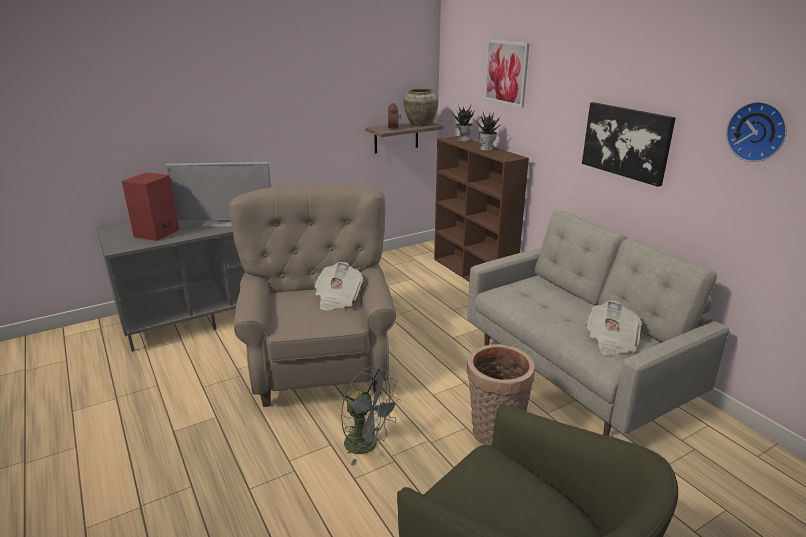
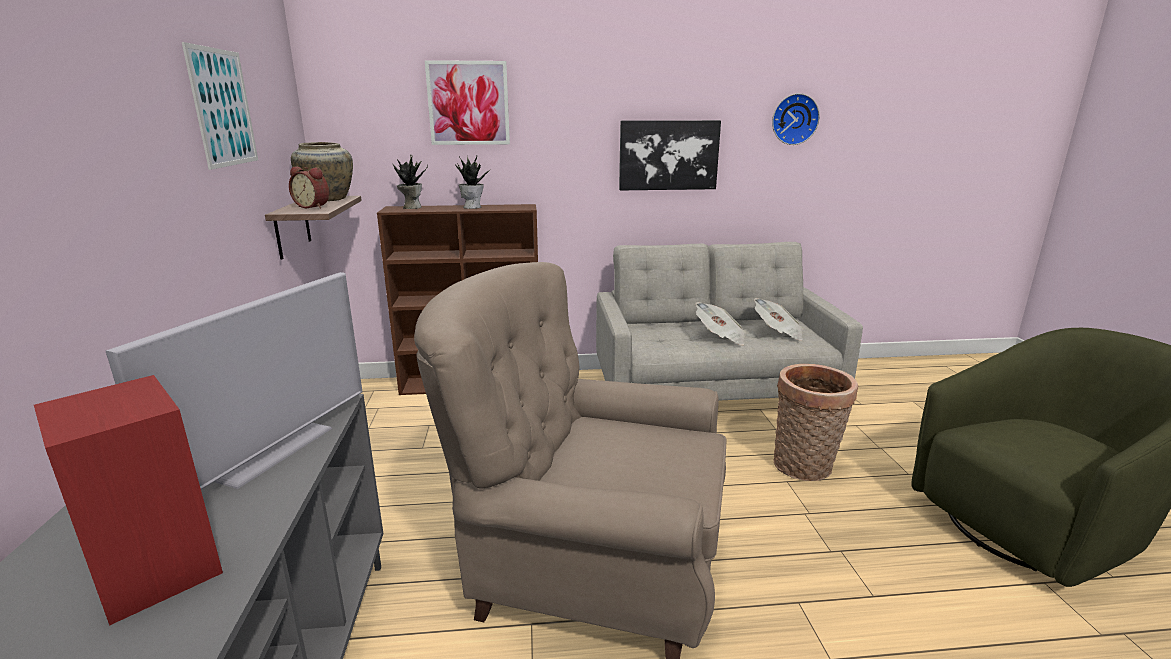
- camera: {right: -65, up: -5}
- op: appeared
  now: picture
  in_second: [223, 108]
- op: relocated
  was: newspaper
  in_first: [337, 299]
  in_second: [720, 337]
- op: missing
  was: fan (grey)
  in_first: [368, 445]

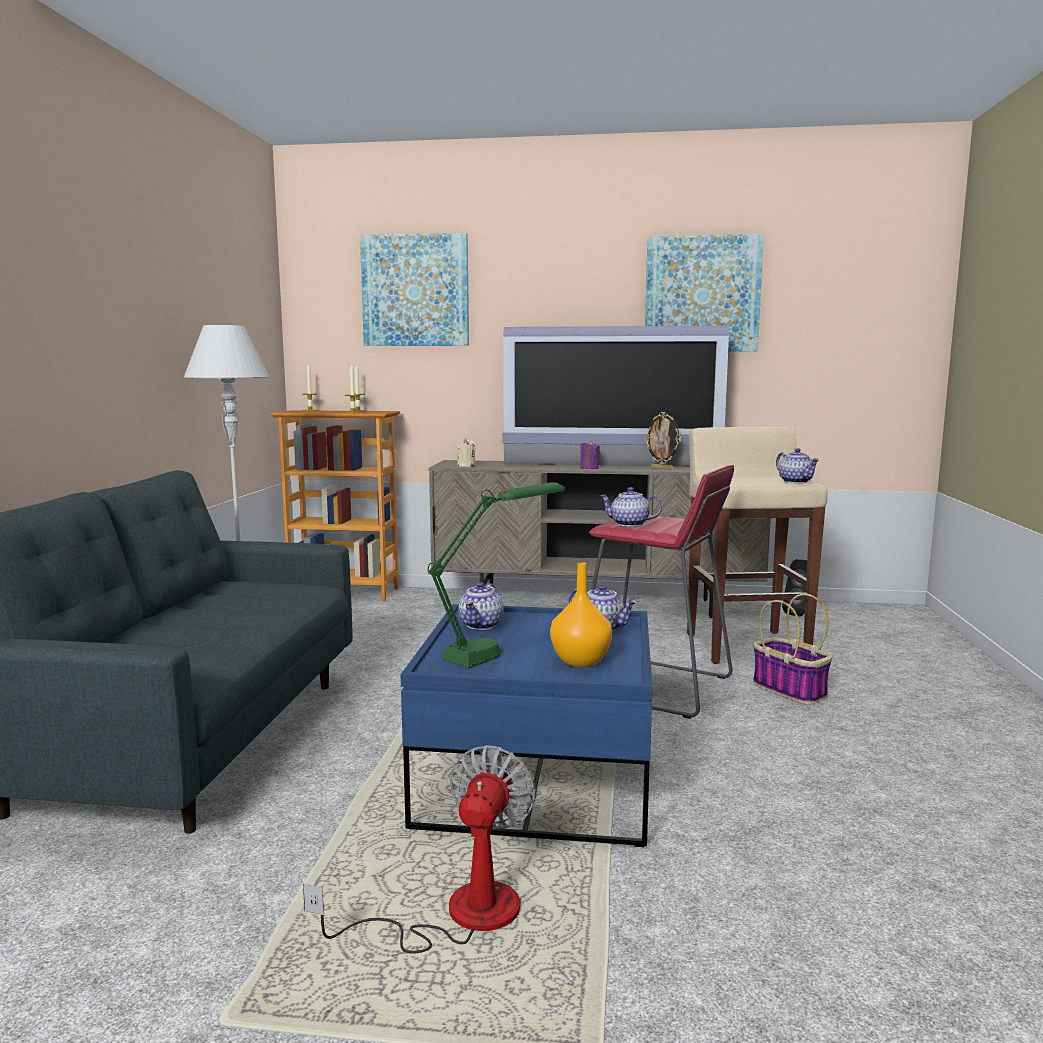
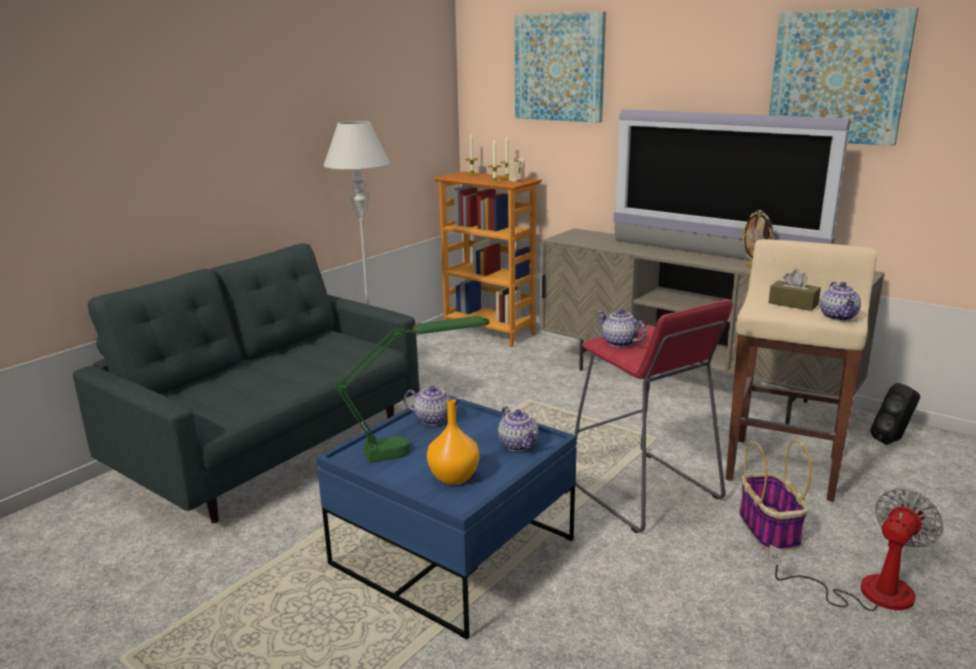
- camera: {right: 30, up: 10}
- op: spun
  was: teapot
  in_first: [481, 625]
  in_second: [434, 419]
  clockwise: -120
- op: relocated
  was: candle (beige)
  in_first: [466, 466]
  in_second: [516, 180]
- op: relocated
  was: fan
  in_first: [457, 915]
  in_second: [866, 592]
- op: appeared
  now: tissue box (brown)
  in_second: [793, 304]
- op: missing
  was: candle (purple)
  in_first: [589, 468]

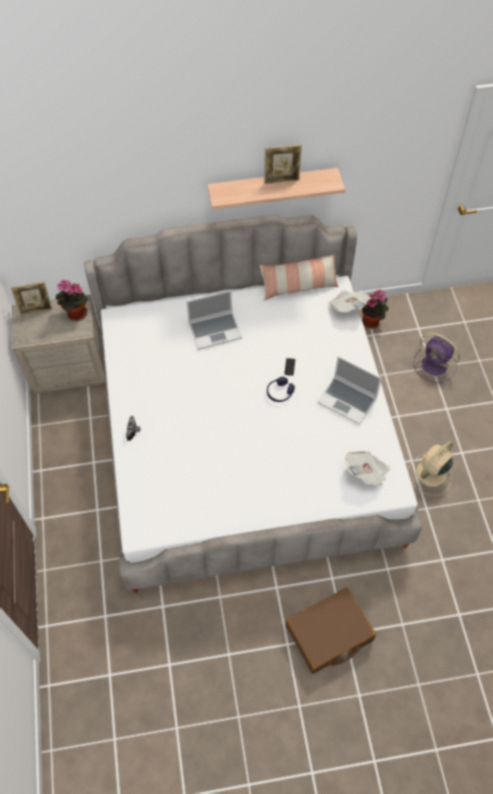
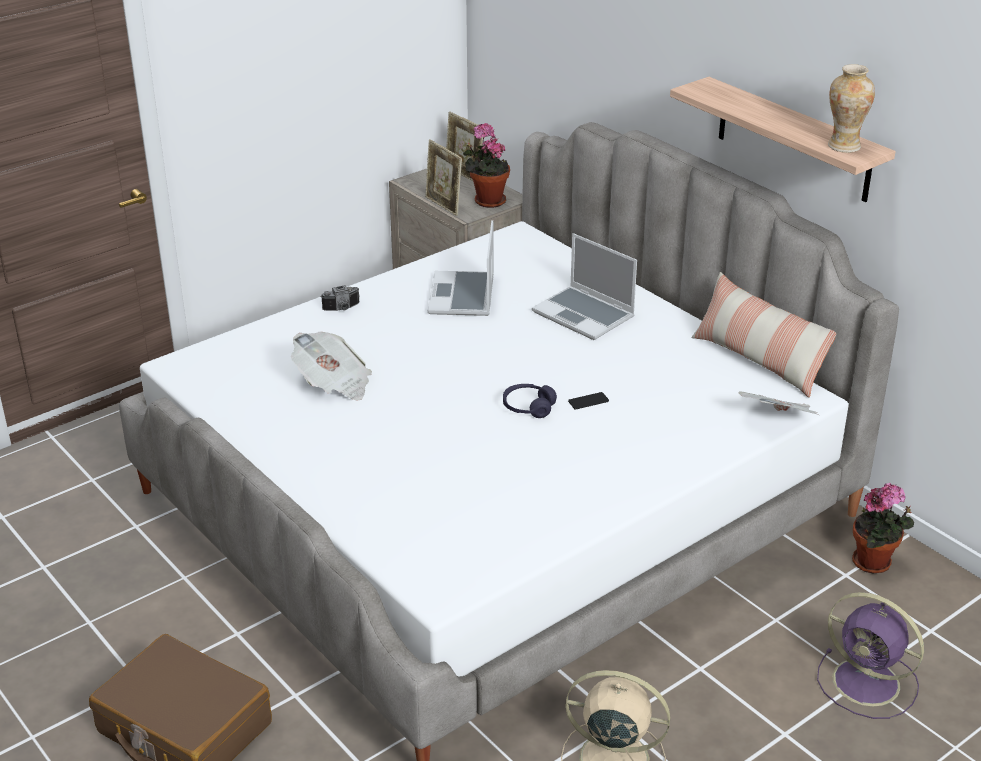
- camera: {right: 60, up: -25}
- op: relocated
  was: newspaper
  in_first: [367, 473]
  in_second: [333, 384]
- op: relocated
  was: picture frame
  in_first: [282, 181]
  in_second: [443, 206]
- op: relocated
  was: laptop
  in_first: [348, 400]
  in_second: [463, 296]
- op: spun
  was: fan (purple)
  in_first: [435, 366]
  in_second: [869, 683]
  clockwise: -60
- op: appeared
  now: vase
  in_second: [844, 146]

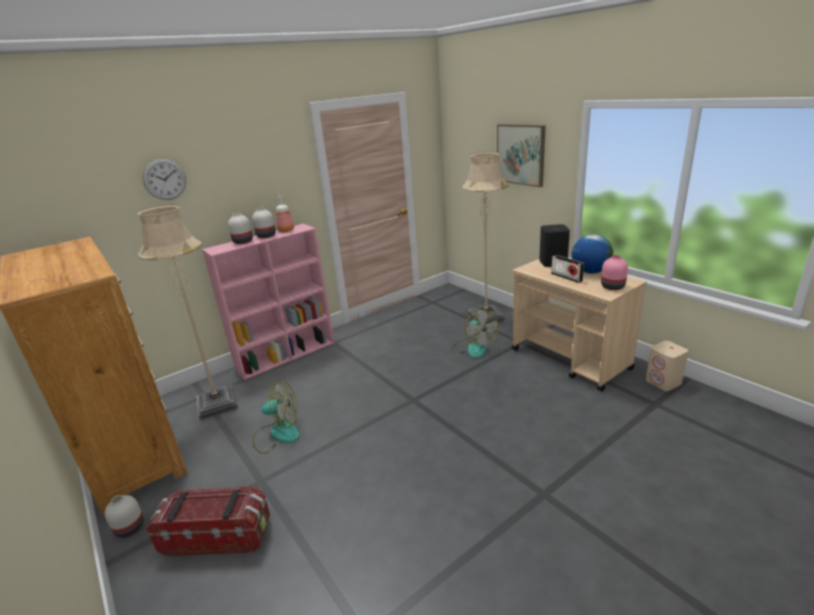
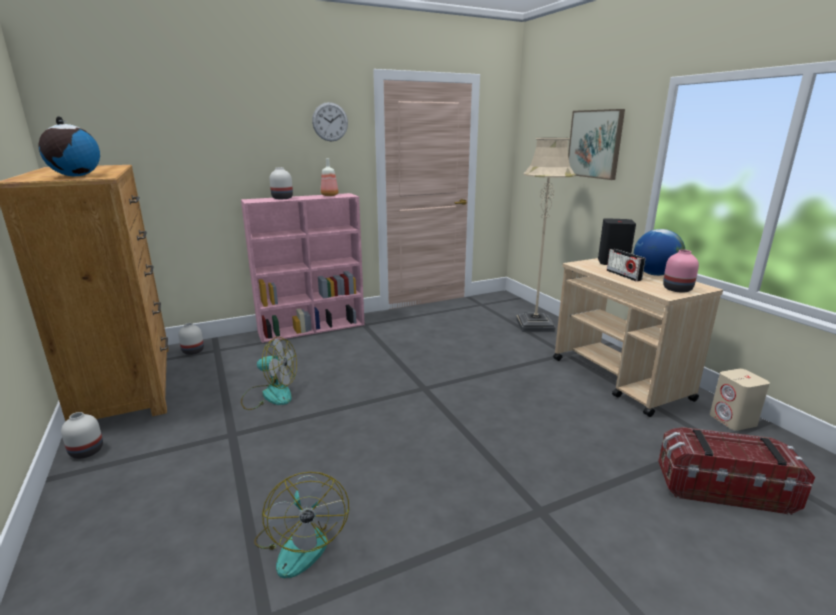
- camera: {right: 10, up: -5}
- op: appeared
  now: globe
  in_second: [75, 176]
- op: relocated
  was: vase (white)
  in_first: [266, 236]
  in_second: [193, 351]
- op: relocated
  was: fan
  in_first: [473, 348]
  in_second: [301, 542]
- op: relocated
  was: wall clock
  in_first: [164, 179]
  in_second: [330, 122]
- op: relocated
  was: storage box
  in_first: [217, 535]
  in_second: [722, 488]
- op: missing
  was: floor lamp (beige)
  in_first: [218, 404]

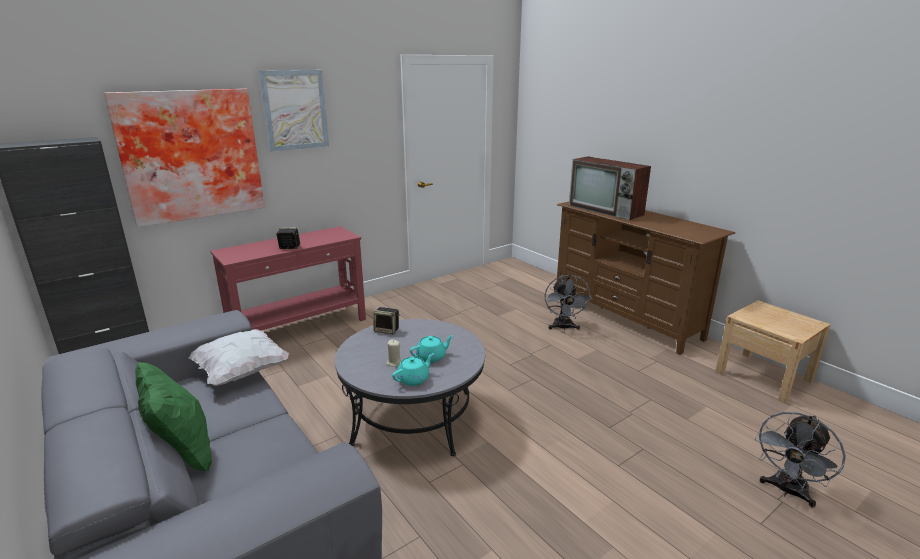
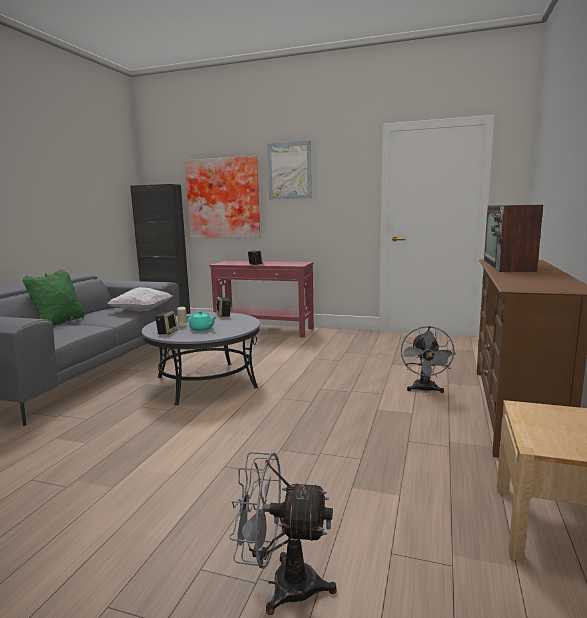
- camera: {right: 55, up: -10}
- op: exchanged
  was: teapot (turquoise)
  now: speaker
  in_first: [414, 379]
  in_second: [167, 332]
- op: spun
  was: fan (grey)
  in_first: [563, 327]
  in_second: [425, 390]
  clockwise: -45

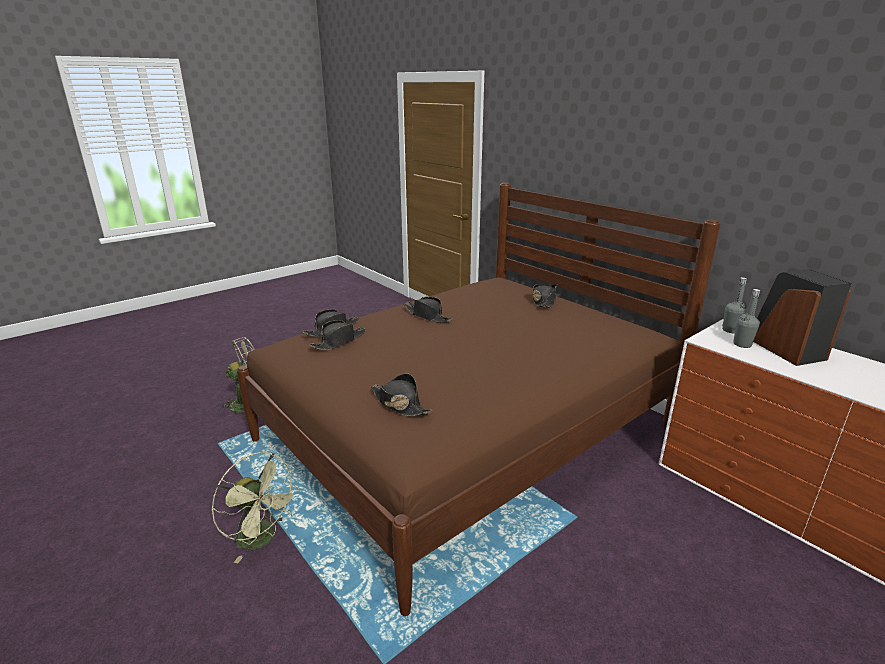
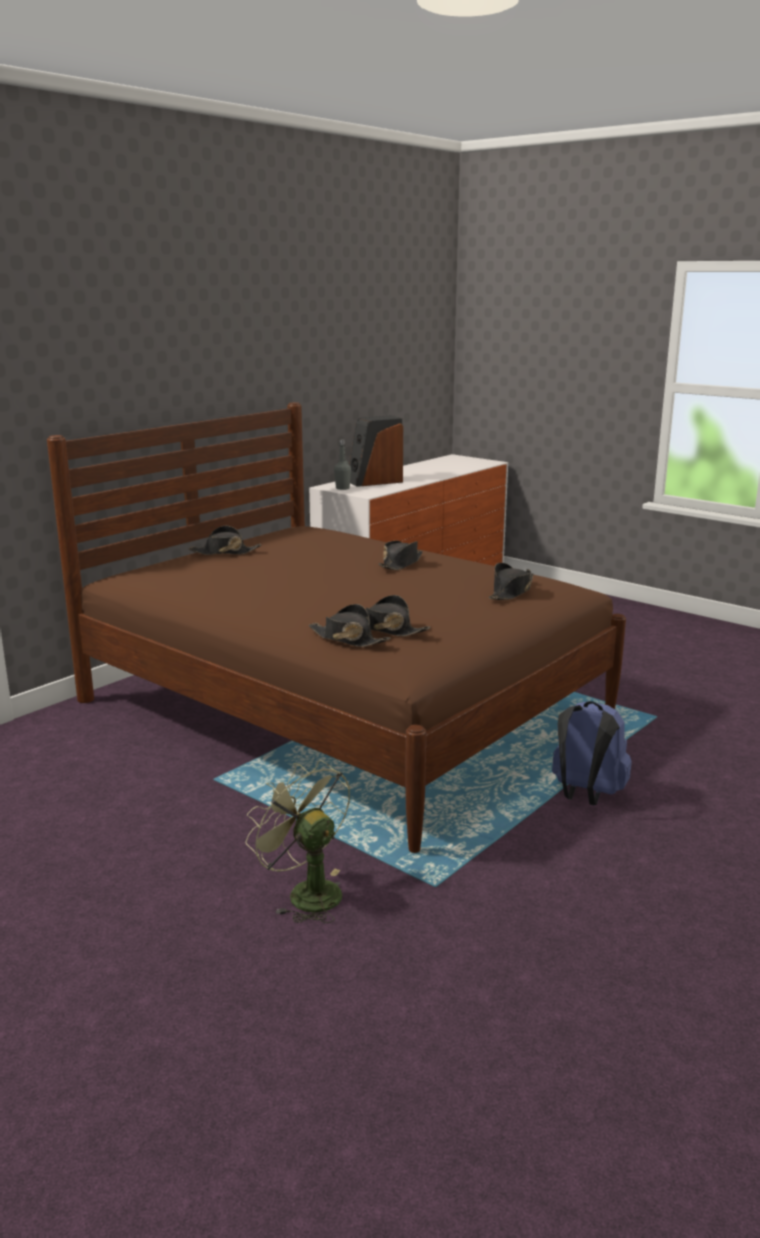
- camera: {right: -100, up: -5}
- op: relocated
  was: hat (black)
  in_first: [428, 316]
  in_second: [401, 564]
- op: exchanged
  was: fan (green)
  now: backpack (blue)
  in_first: [263, 539]
  in_second: [585, 795]
- op: missing
  was: bottle (grey)
  in_first: [742, 344]

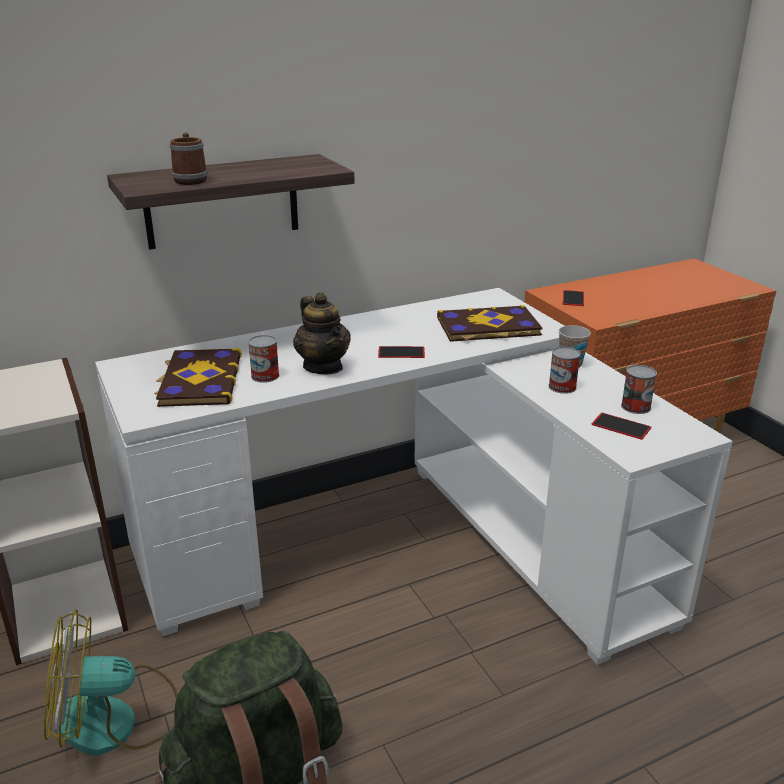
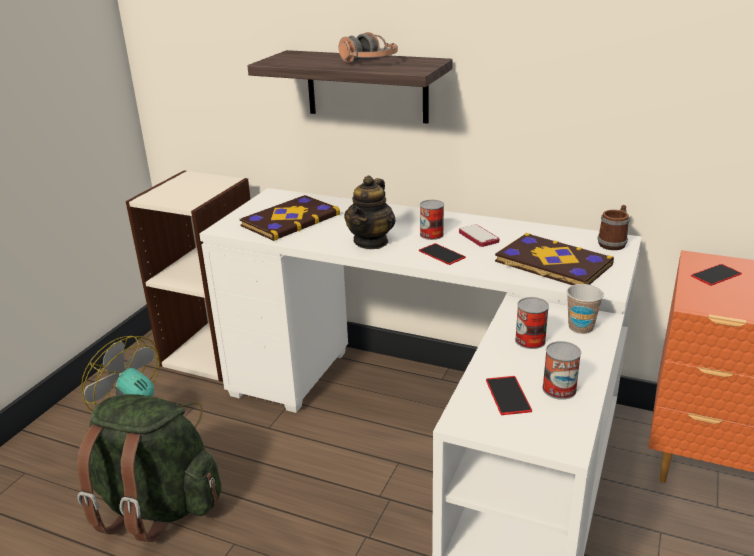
- camera: {right: 50, up: 0}
- op: appeared
  now: headphones
  in_second: [369, 62]
- op: relocated
  was: can
  in_first: [265, 376]
  in_second: [431, 234]
- op: appeared
  now: phone
  in_second: [478, 237]
- op: relocated
  was: mug
  in_first: [190, 179]
  in_second: [613, 243]

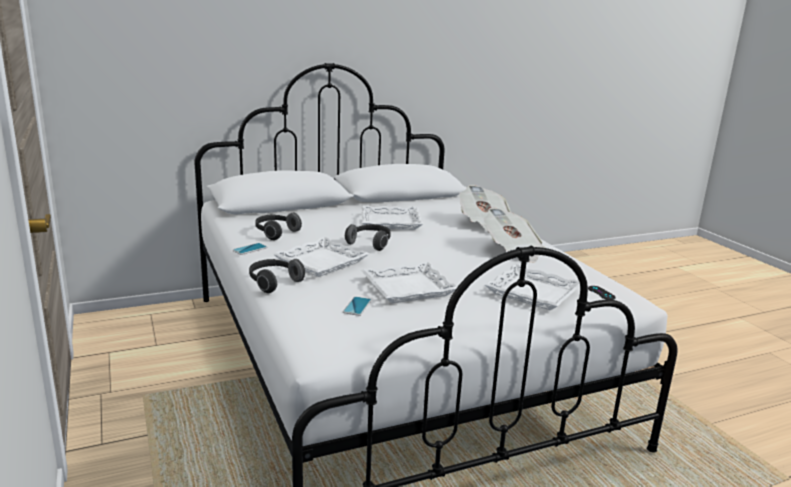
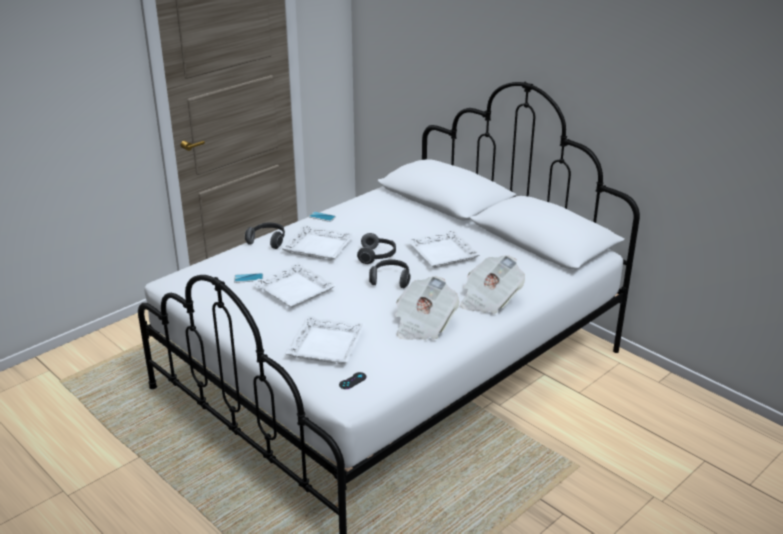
- camera: {right: 70, up: 10}
- op: relocated
  was: headphones
  in_first: [276, 233]
  in_second: [391, 280]

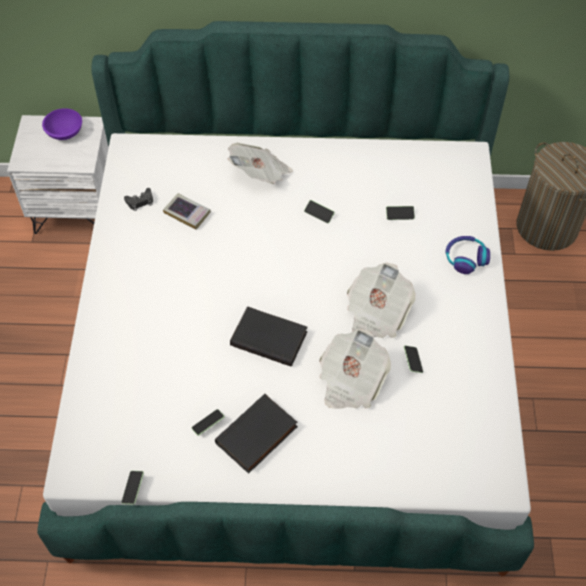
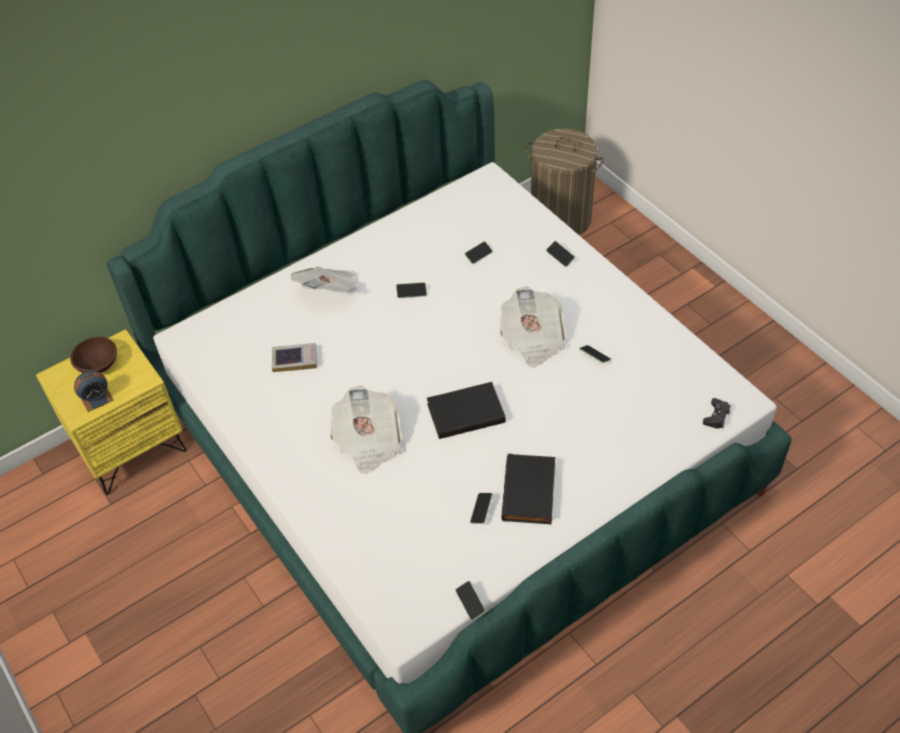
- camera: {right: -35, up: -5}
- op: colour
  was: nightstand (white)
  now: nightstand (yellow)
  in_first: [77, 208]
  in_second: [130, 447]
- op: colour
  was: bowl (purple)
  now: bowl (brown)
  in_first: [65, 132]
  in_second: [98, 364]
- op: appeared
  now: alarm clock
  in_second: [97, 399]
- op: relocated
  was: newspaper
  in_first: [350, 381]
  in_second: [368, 442]
- op: exchanged
  was: headphones
  now: phone
  in_first: [465, 258]
  in_second: [560, 257]
- op: relocated
  was: game controller (black)
  in_first: [140, 201]
  in_second: [716, 416]

